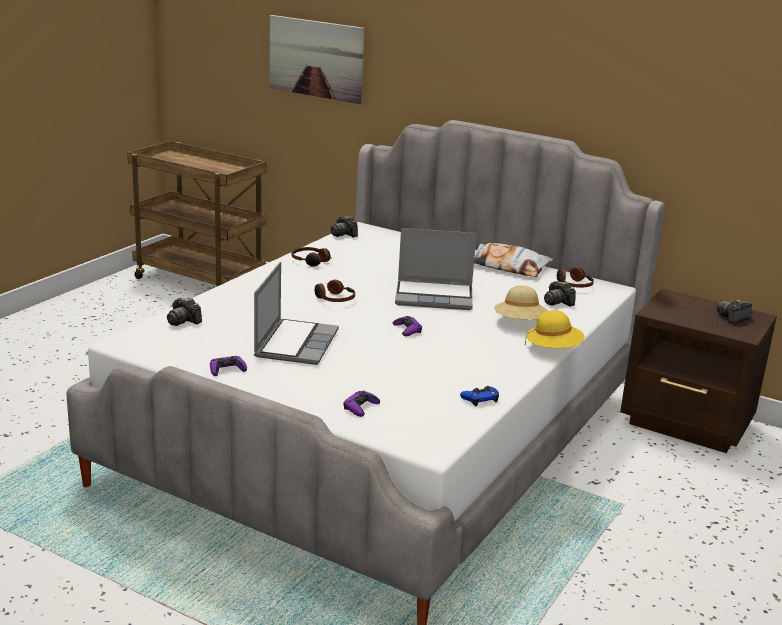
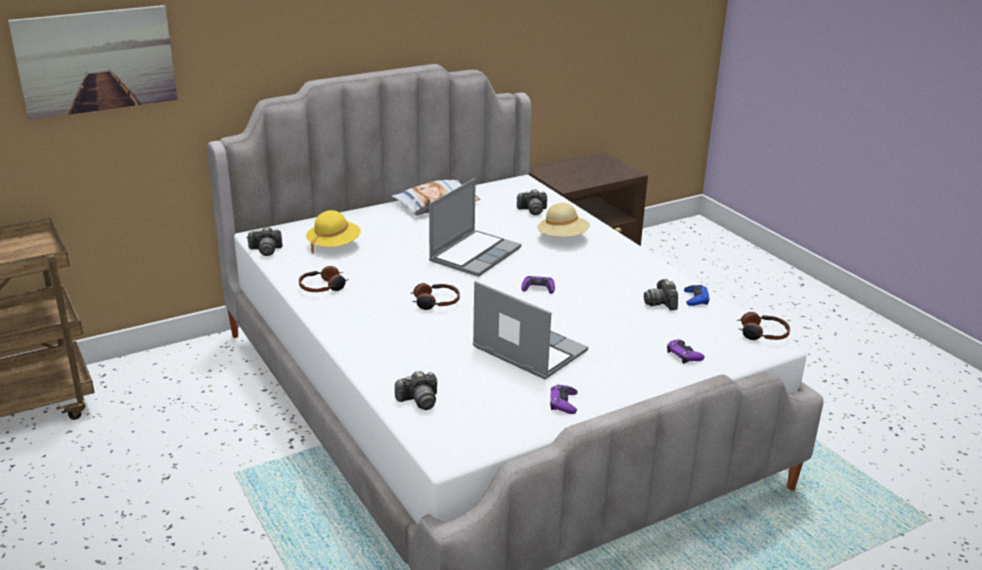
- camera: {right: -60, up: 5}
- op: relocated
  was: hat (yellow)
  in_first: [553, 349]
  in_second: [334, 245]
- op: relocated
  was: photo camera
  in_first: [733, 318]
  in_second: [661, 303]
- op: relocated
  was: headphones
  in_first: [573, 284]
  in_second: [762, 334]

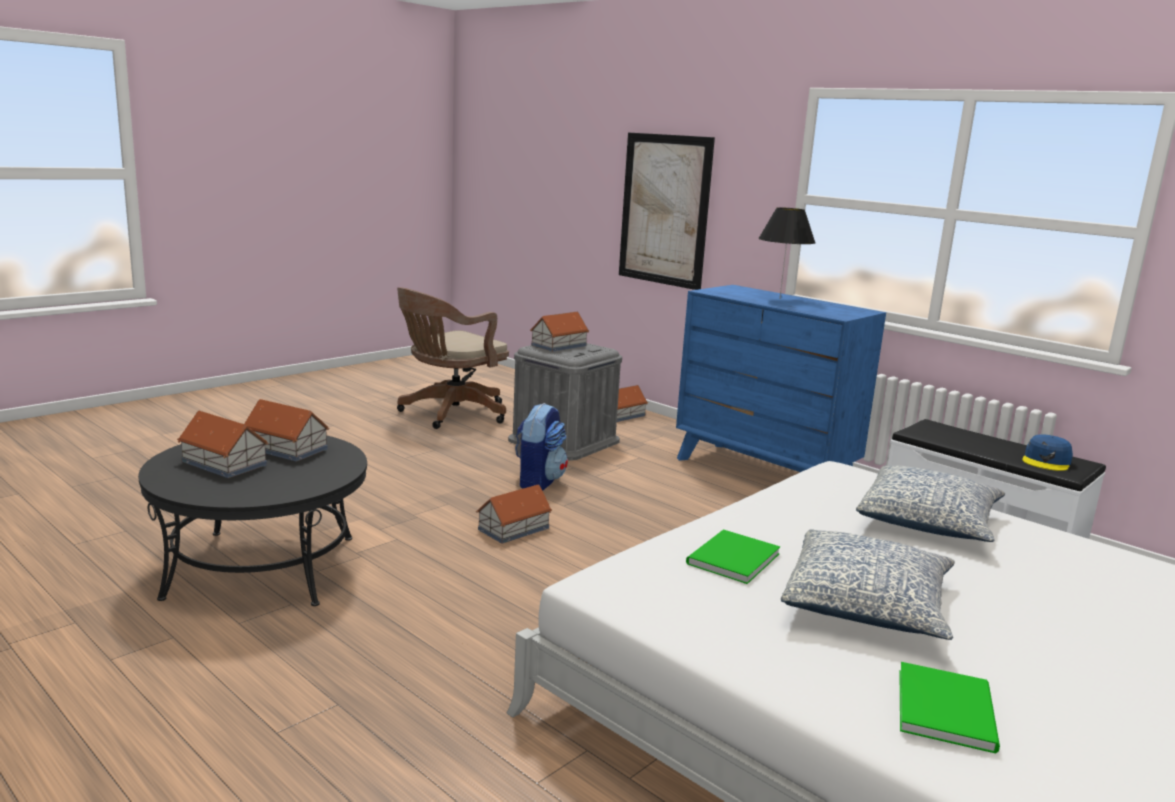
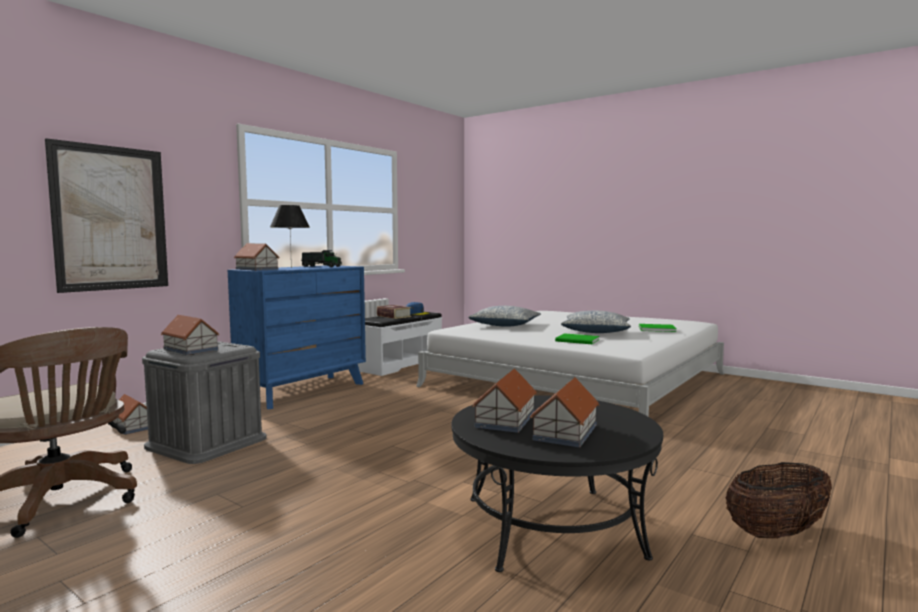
- camera: {right: -95, up: -10}
- op: relocated
  was: toy house
  in_first: [514, 528]
  in_second: [257, 269]
- op: appeared
  now: toy truck
  in_second: [321, 266]
- op: appeared
  now: book
  in_second: [394, 316]
- op: appeared
  now: basket
  in_second: [777, 533]
- op: missing
  was: backpack
  in_first: [538, 482]

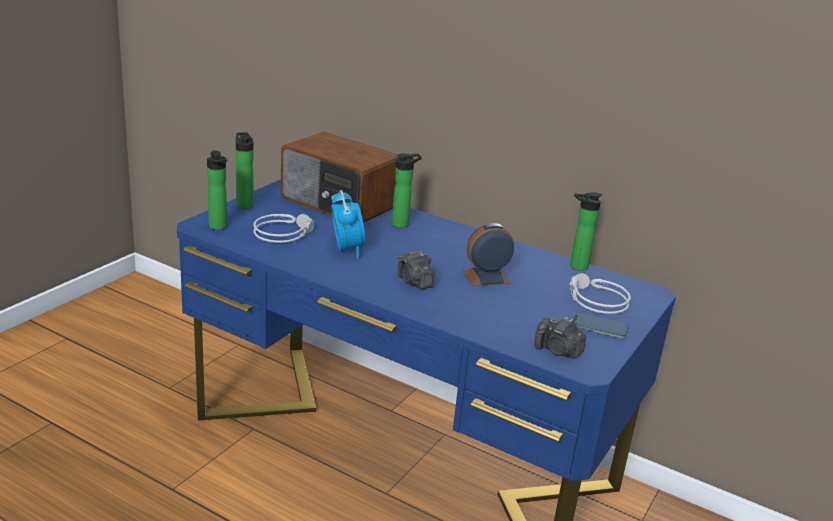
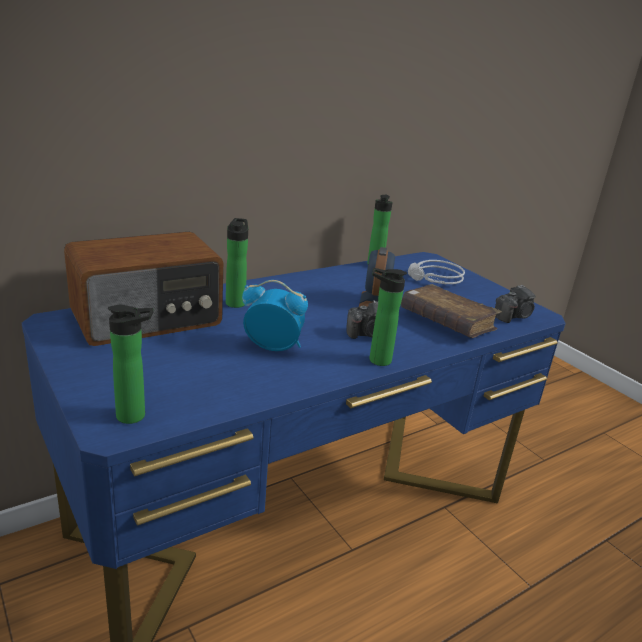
- camera: {right: -65, up: 0}
- op: relocated
  was: bottle
  in_first: [244, 204]
  in_second: [376, 360]
- op: appeared
  now: book (brown)
  in_second: [447, 322]
- op: missing
  was: headphones (grey)
  in_first: [283, 233]
- op: missing
  was: phone
  in_first: [599, 328]

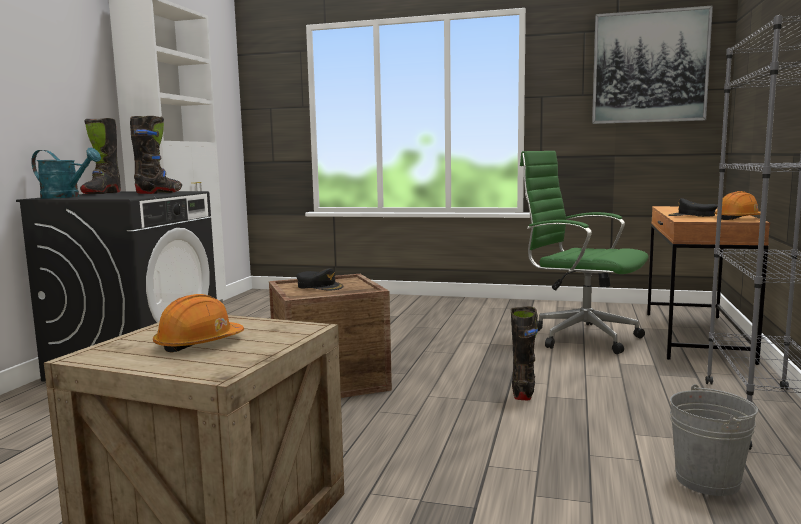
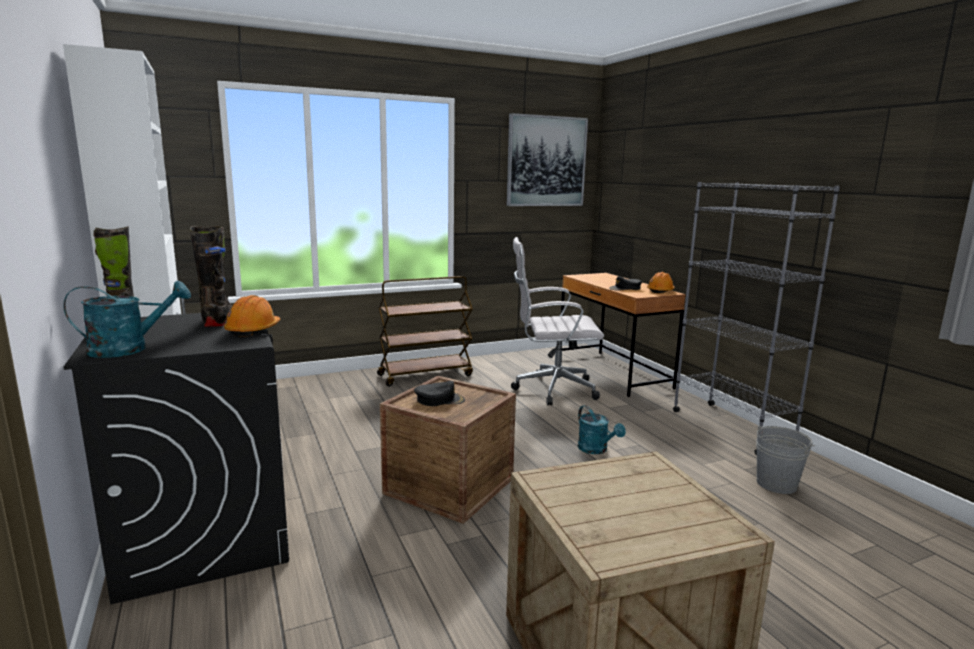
- camera: {right: -40, up: 5}
- op: relocated
  was: hard hat (orange)
  in_first: [199, 343]
  in_second: [253, 330]
- op: appeared
  now: cart (brown)
  in_second: [425, 375]
- op: colour
  was: office chair (green)
  now: office chair (white)
  in_first: [579, 337]
  in_second: [551, 389]
- op: exchanged
  was: boot (black)
  now: watering can (turquoise)
  in_first: [523, 391]
  in_second: [596, 450]

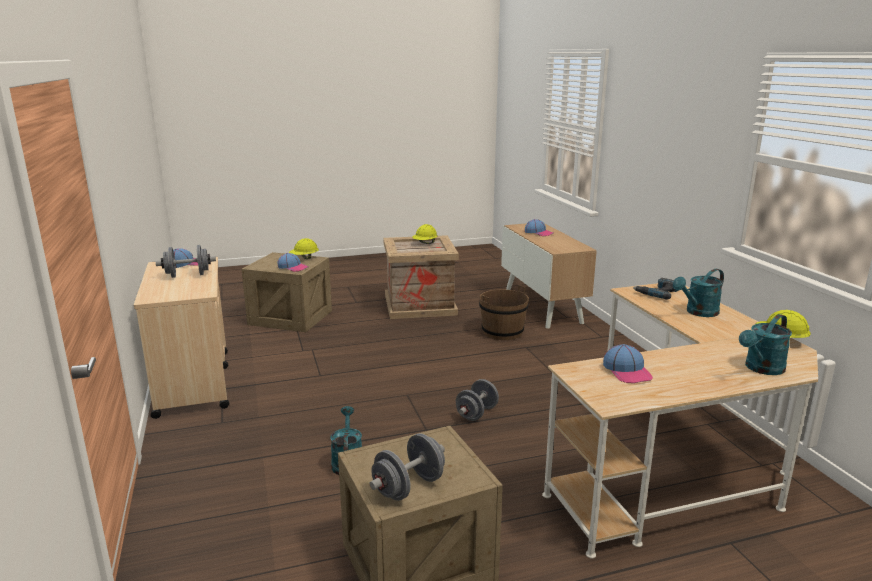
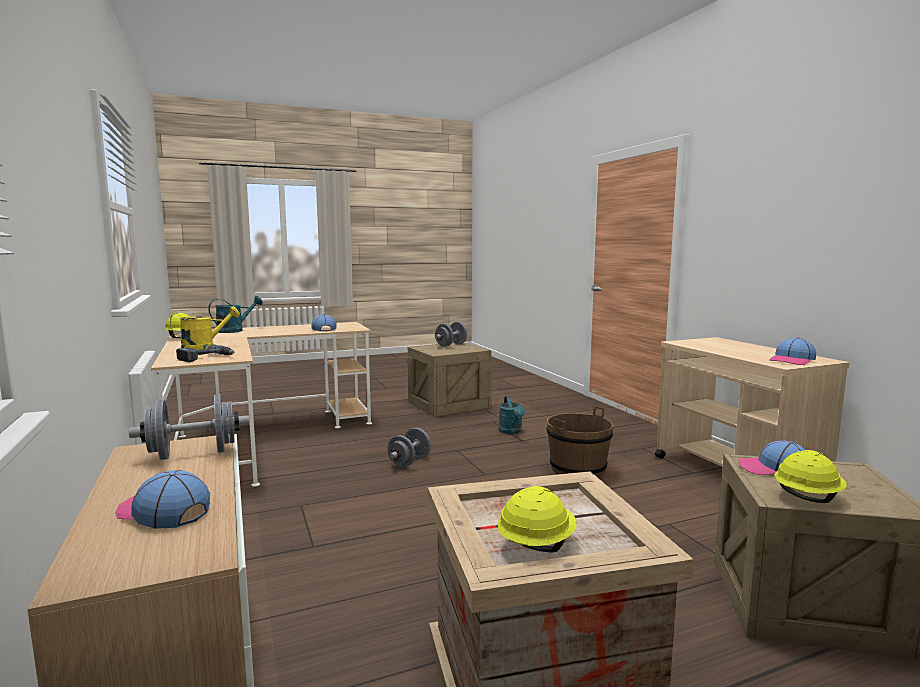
- camera: {right: 175, up: -10}
- op: relocated
  was: dumbbell (grey)
  in_first: [188, 275]
  in_second: [193, 454]
- op: colour
  was: watering can (turquoise)
  now: watering can (yellow)
  in_first: [698, 312]
  in_second: [204, 347]
- op: relocated
  was: bucket (brown)
  in_first: [502, 332]
  in_second: [578, 469]

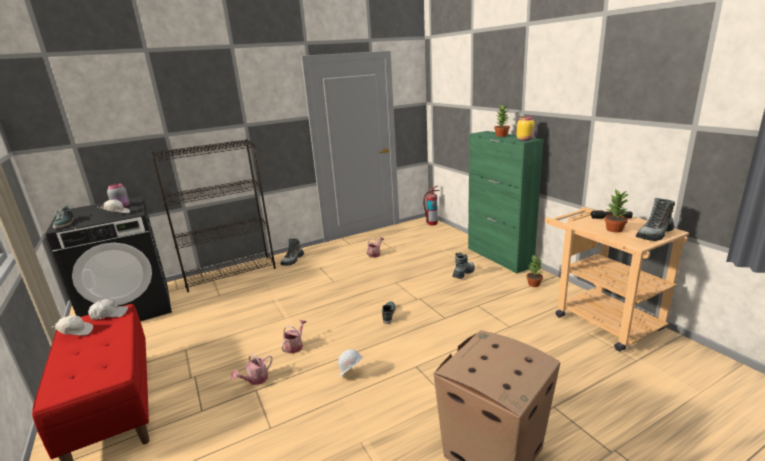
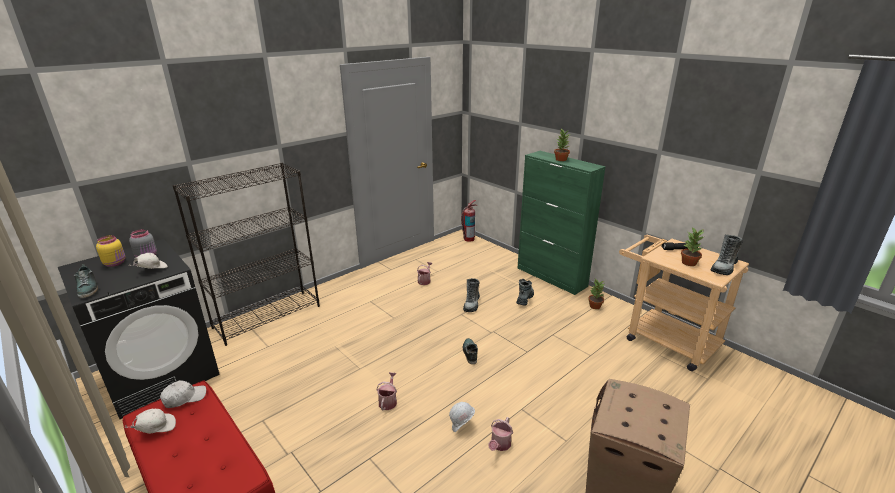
- camera: {right: -15, up: 5}
- op: relocated
  was: jar (yellow)
  in_first: [525, 139]
  in_second: [116, 263]
- op: relocated
  was: boot
  in_first: [292, 260]
  in_second: [471, 304]
- op: relocated
  was: watering can
  in_first: [255, 380]
  in_second: [499, 445]

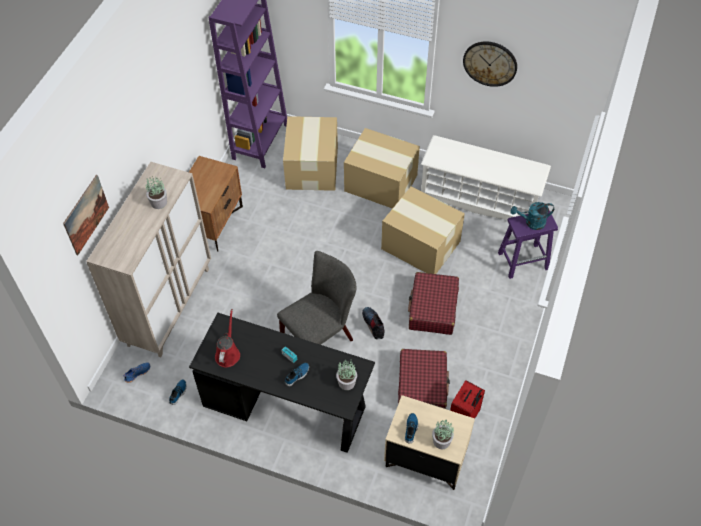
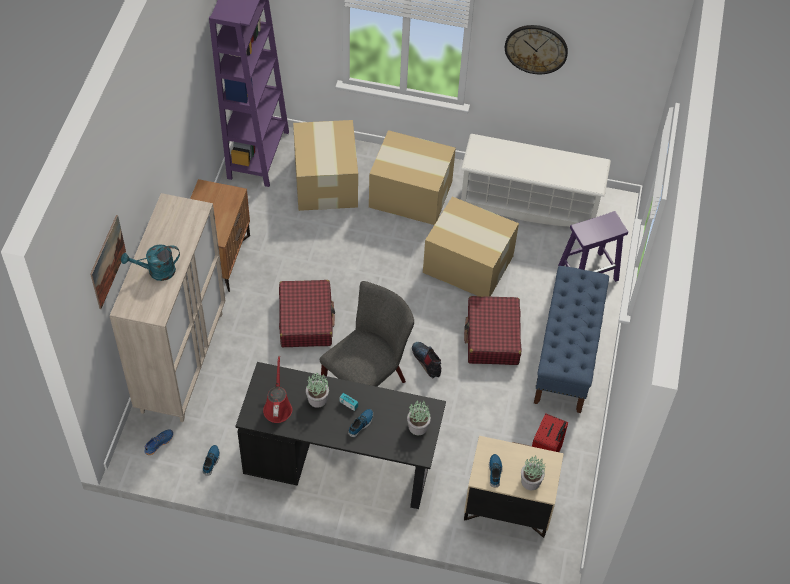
- camera: {right: -10, up: 0}
- op: relocated
  was: watering can (turquoise)
  in_first: [531, 223]
  in_second: [156, 271]
- op: relocated
  was: suitcase (red)
  in_first: [422, 385]
  in_second: [306, 320]
- op: relocated
  was: potted plant
  in_first: [159, 203]
  in_second: [317, 399]
- op: appeared
  now: bench (blue)
  in_second: [566, 355]

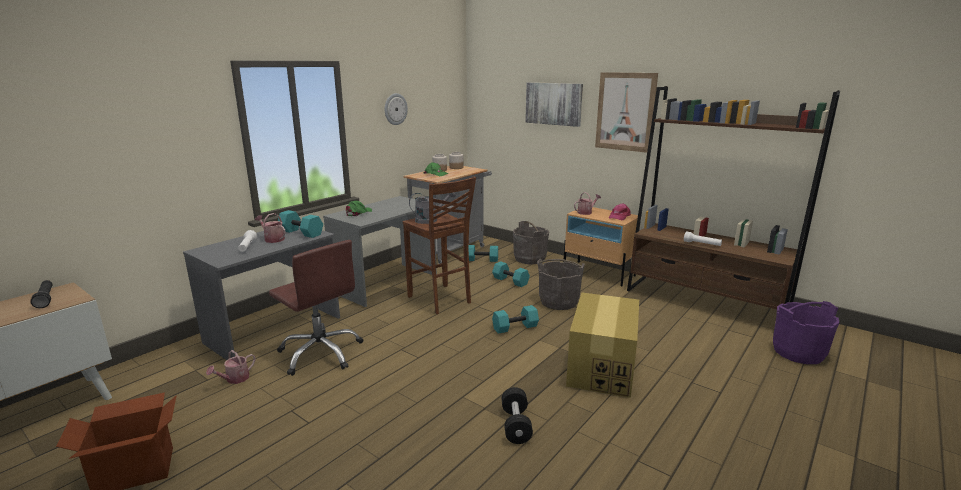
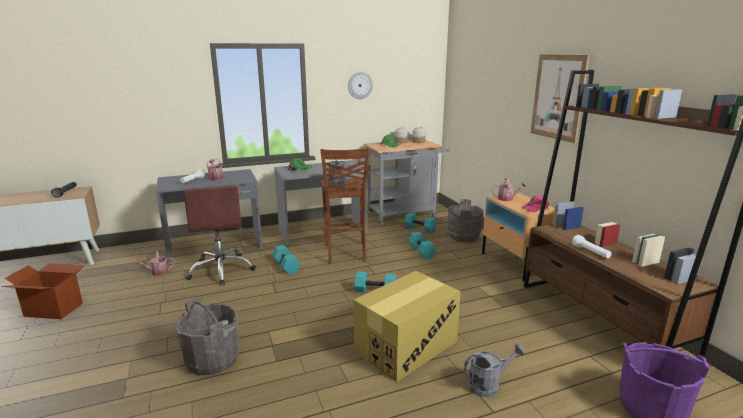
- camera: {right: 30, up: 0}
- op: relocated
  was: bucket (grey)
  in_first: [558, 302]
  in_second: [212, 359]
- op: relocated
  was: dumbbell (turquoise)
  in_first: [300, 233]
  in_second: [285, 266]
- op: appeared
  now: watering can (grey)
  in_second: [488, 384]
- op: missing
  was: dumbbell (black)
  in_first: [516, 425]
- op: missing
  was: picture
  in_first: [553, 103]

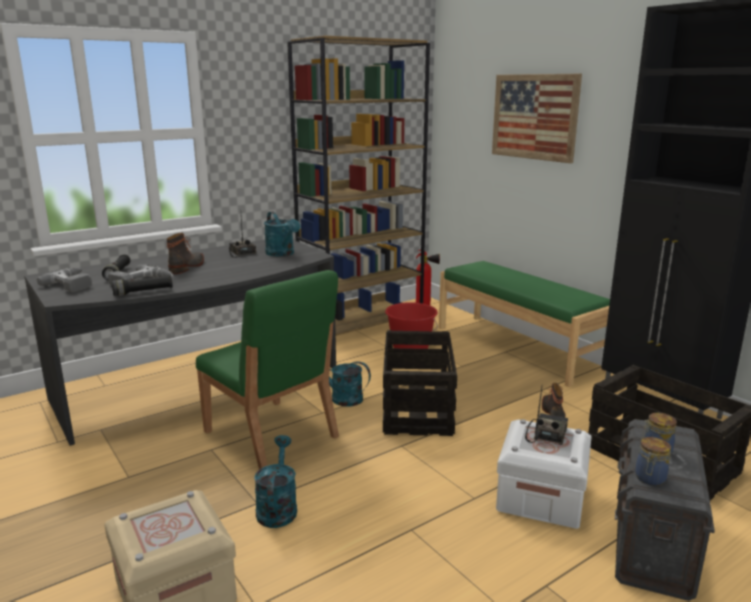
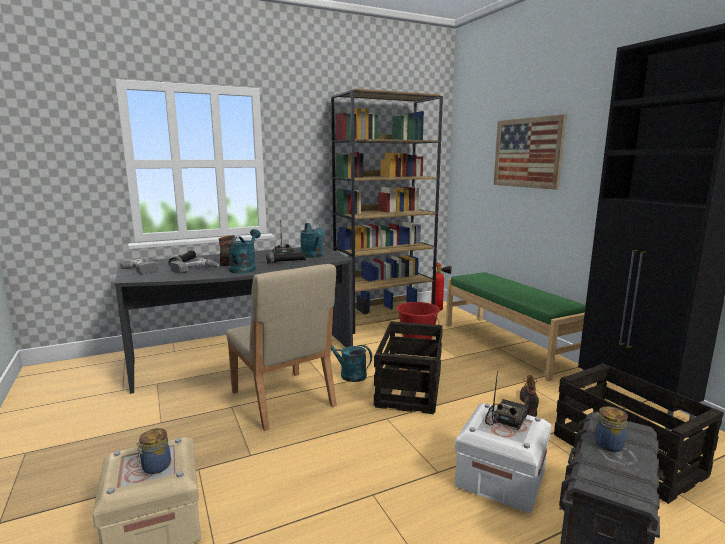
- camera: {right: 10, up: -5}
- op: relocated
  was: jar
  in_first: [649, 479]
  in_second: [155, 467]
- op: colour
  was: chair (green)
  now: chair (beige)
  in_first: [271, 435]
  in_second: [282, 399]
- op: relocated
  was: watering can (turquoise)
  in_first: [277, 507]
  in_second: [245, 268]
- op: relocated
  was: flashlight (black)
  in_first: [143, 292]
  in_second: [286, 262]

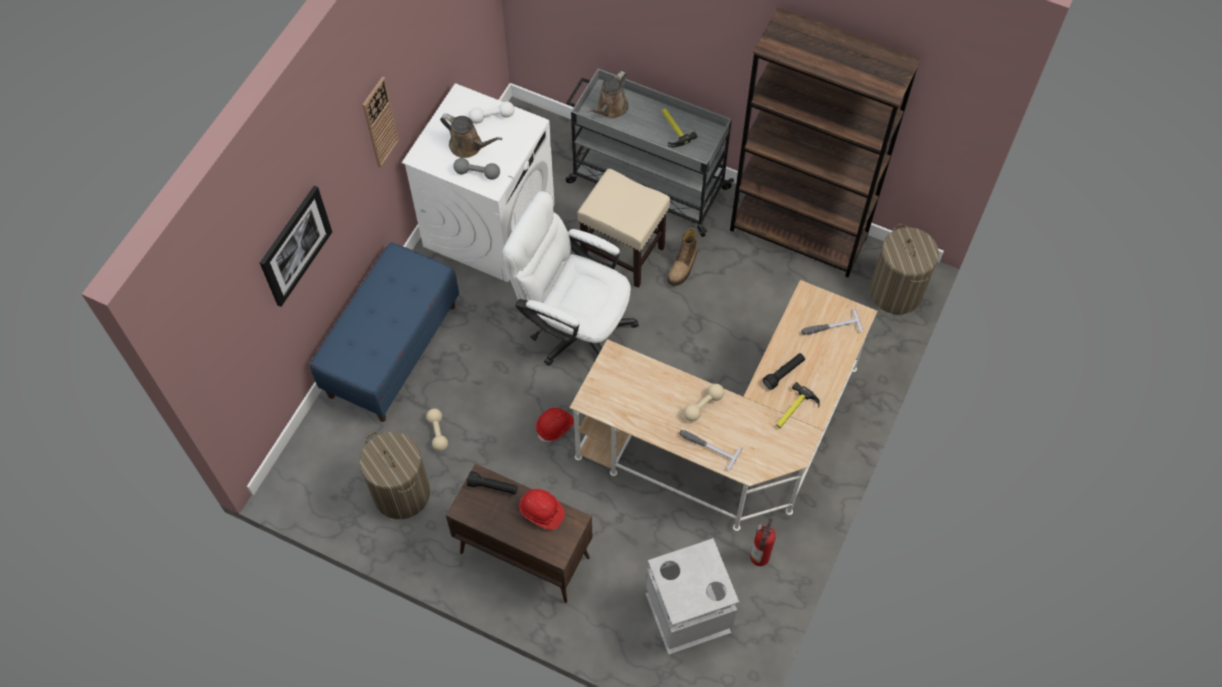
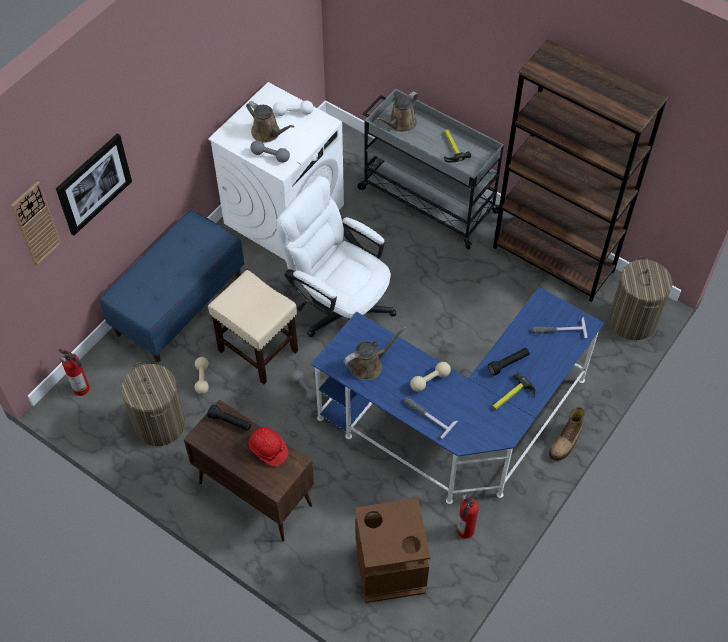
- camera: {right: 10, up: -5}
- op: relocated
  was: wall clock
  in_first: [380, 122]
  in_second: [35, 224]
- op: appeared
  now: fire extinguisher
  in_second: [82, 389]
- op: relocated
  was: stool (beige)
  in_first: [623, 253]
  in_second: [259, 351]
- op: exchanged
  was: hard hat (red)
  now: dumbbell (grey)
  in_first: [555, 427]
  in_second: [305, 389]
- op: colour
  was: desk (beige)
  now: desk (blue)
  in_first: [730, 442]
  in_second: [458, 426]
- op: appeared
  now: watering can (brown)
  in_second: [369, 365]
- op: colour
  was: trash can (grey)
  now: trash can (brown)
  in_first: [688, 614]
  in_second: [391, 569]
- op: relocated
  was: boot
  in_first: [683, 266]
  in_second: [566, 442]

